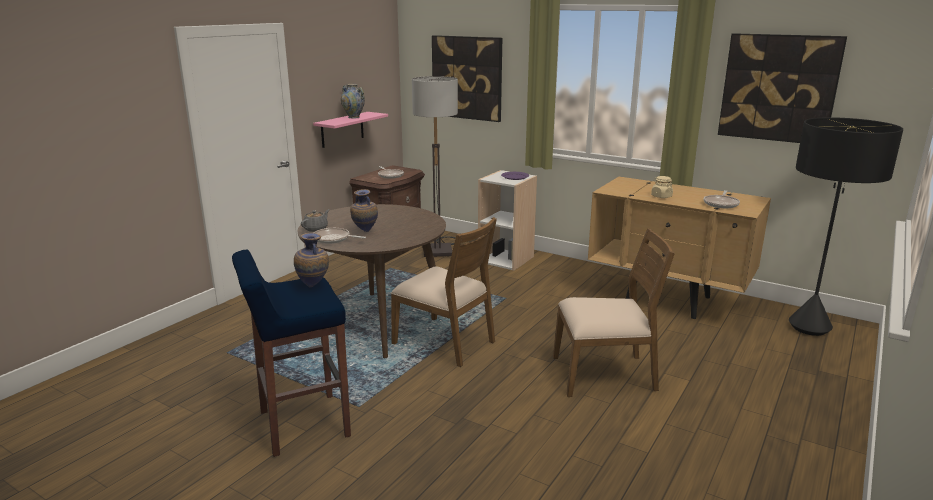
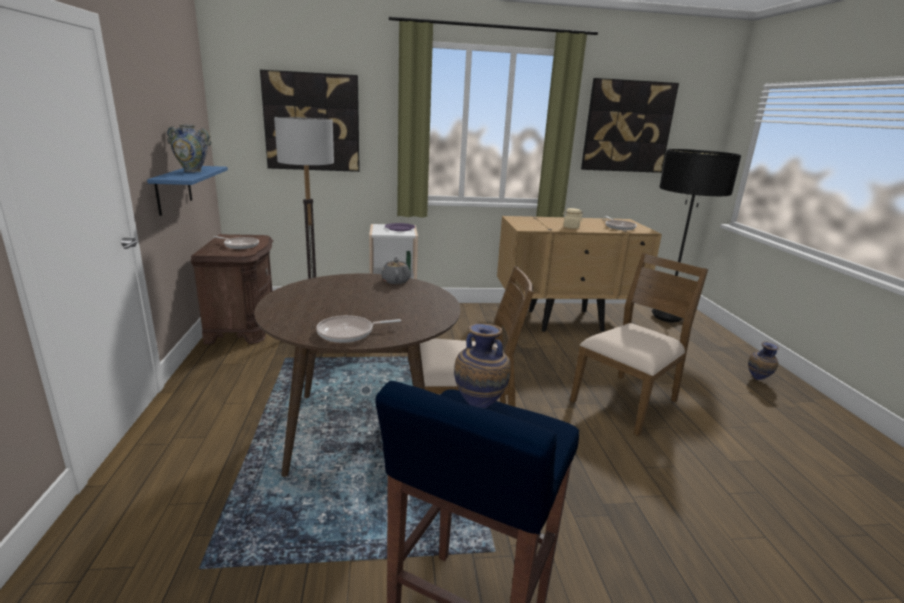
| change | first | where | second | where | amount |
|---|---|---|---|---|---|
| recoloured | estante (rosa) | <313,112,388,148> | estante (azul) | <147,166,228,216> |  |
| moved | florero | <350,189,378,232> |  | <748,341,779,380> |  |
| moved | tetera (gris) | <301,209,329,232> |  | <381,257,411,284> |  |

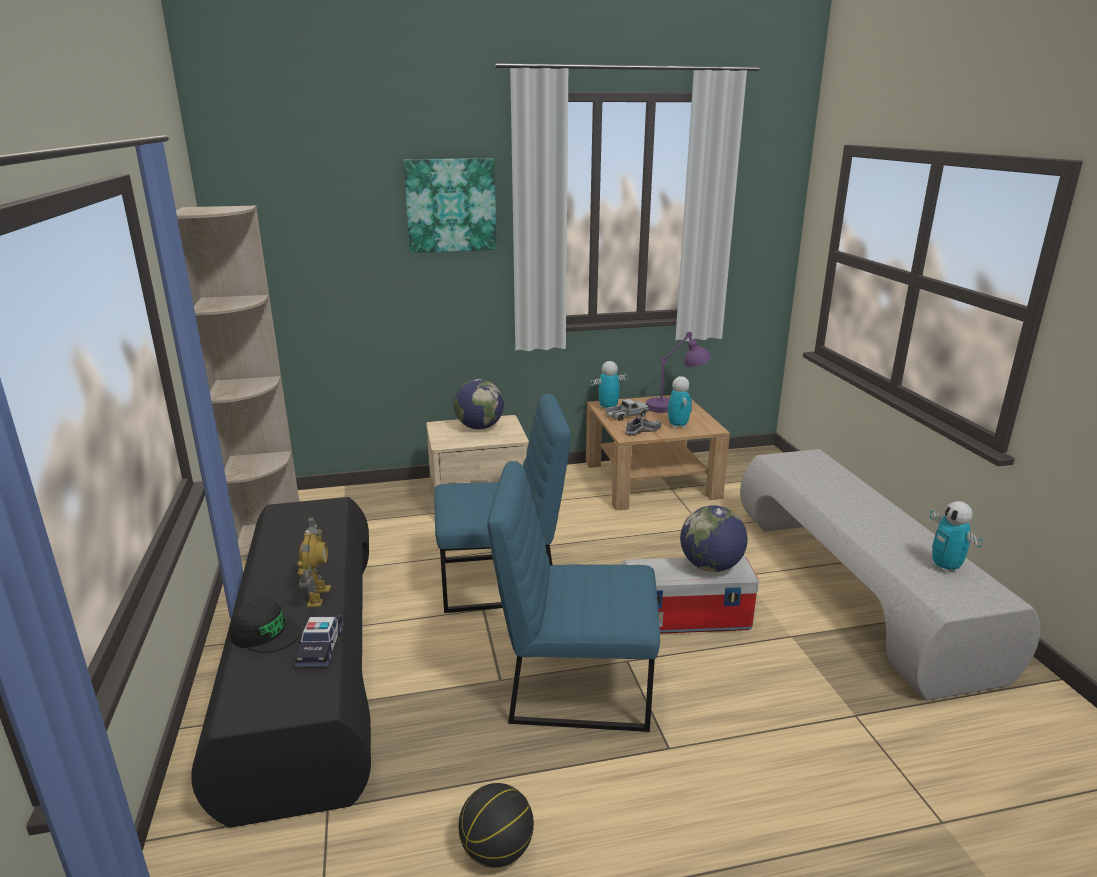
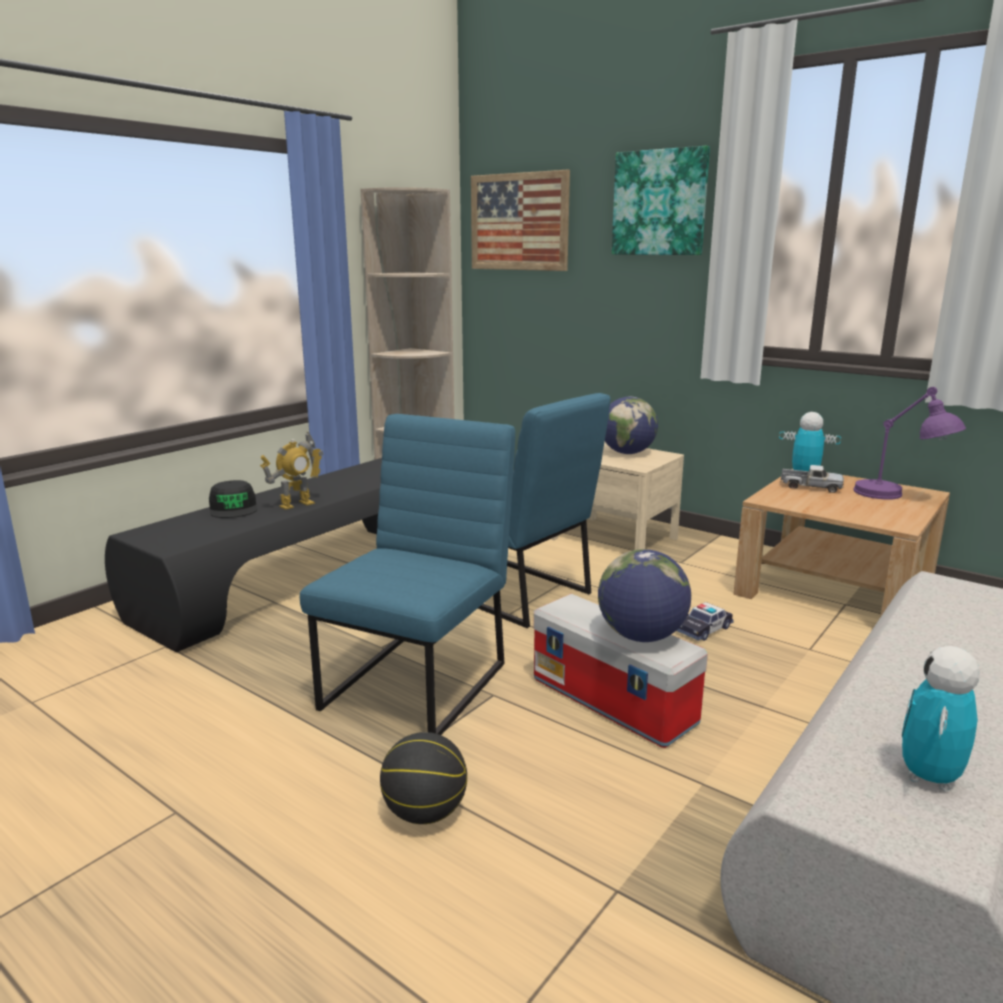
| change | first | where | second | where | amount |
|---|---|---|---|---|---|
| removed | robot de juguete | <668,376,692,429> |  |  |  |
| removed | zapato | <625,413,661,436> |  |  |  |
| turned | silla (azul) | <487,461,660,732> |  | <300,414,515,735> | 60 degrees clockwise |
| moved | coche de juguete | <295,616,344,666> |  | <676,602,734,641> |  |
| moved | balón de baloncesto | <458,783,534,868> |  | <380,732,467,824> |  |
| added |  |  | cuadro | <471,170,570,271> |  |

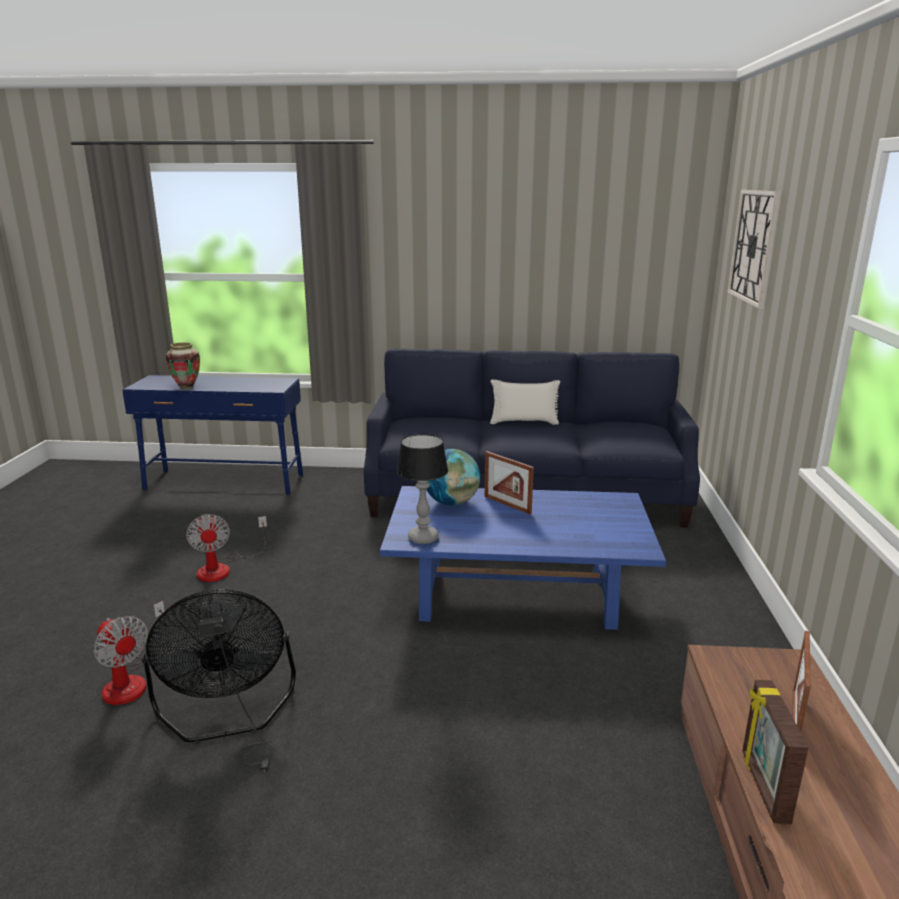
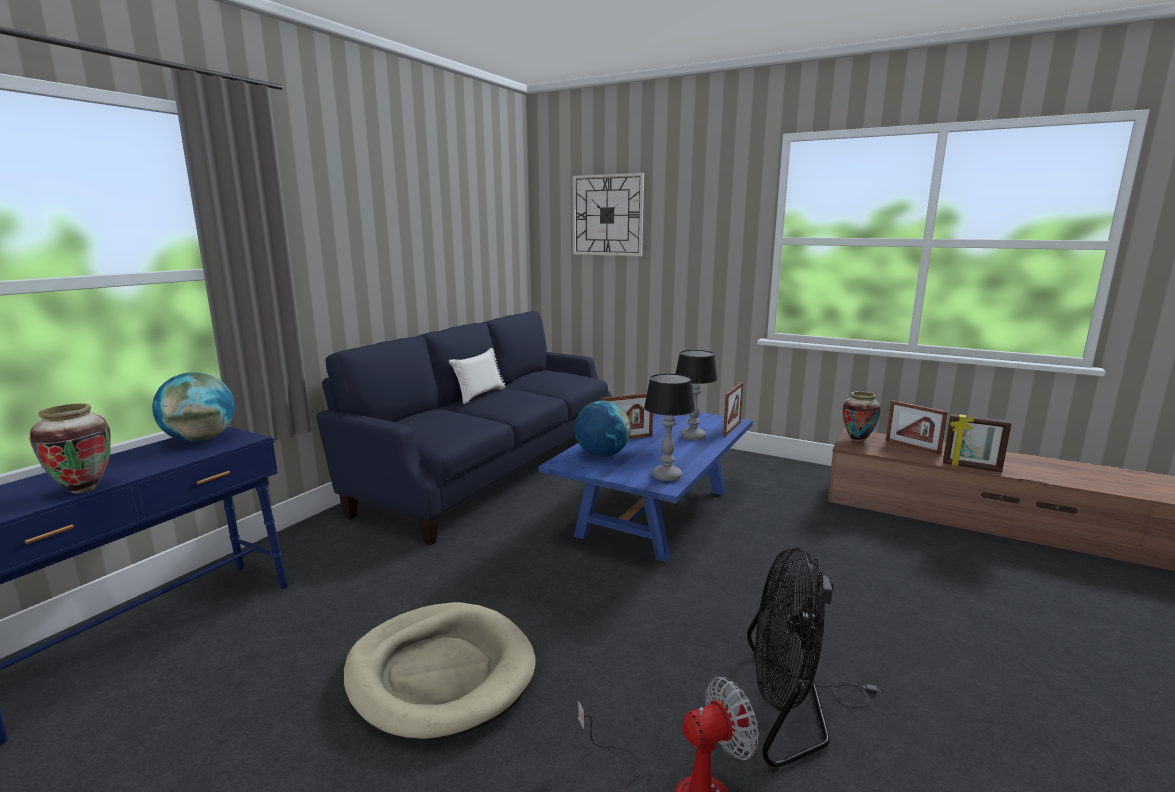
| change | first | where | second | where | amount |
|---|---|---|---|---|---|
| replaced | ventilador | <186,514,267,582> | cama para perro (beis) | <344,602,535,741> |  |
| added |  |  | lámpara de mesa | <675,350,717,440> |  |
| added |  |  | globo terráqueo | <152,372,235,442> |  |
| added |  |  | portarretratos | <723,382,743,437> |  |
| added |  |  | florero | <843,391,881,442> |  |

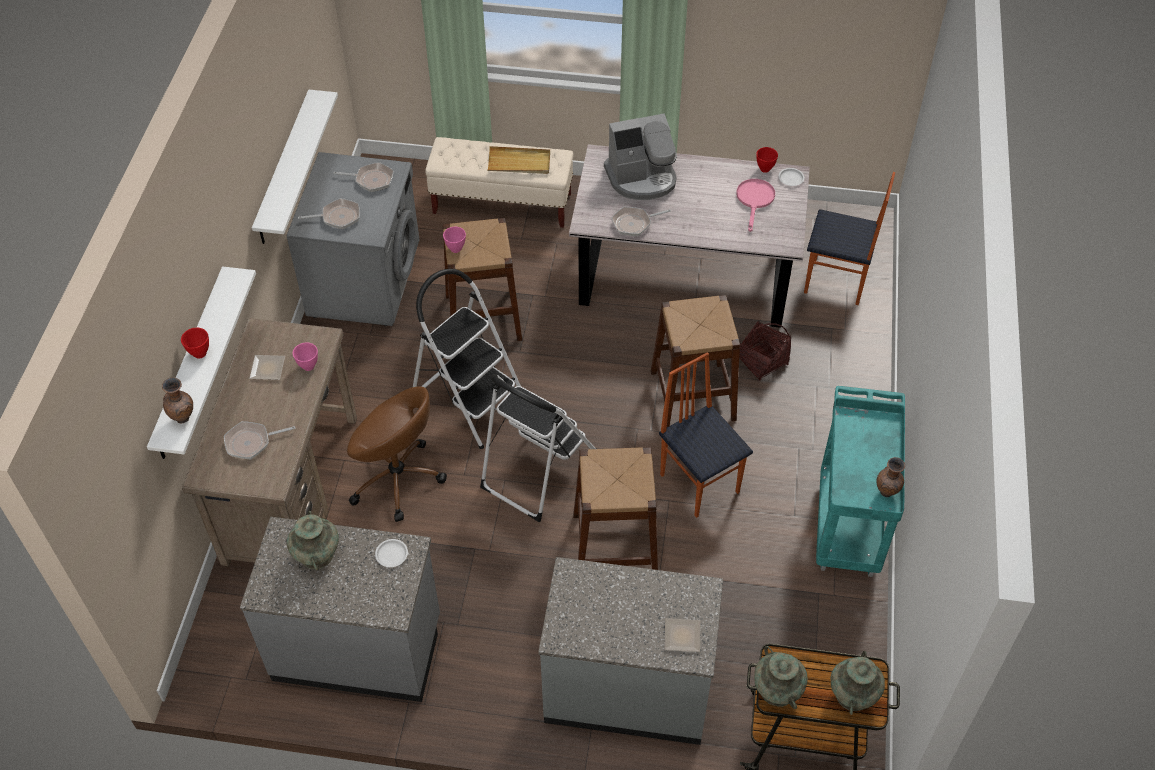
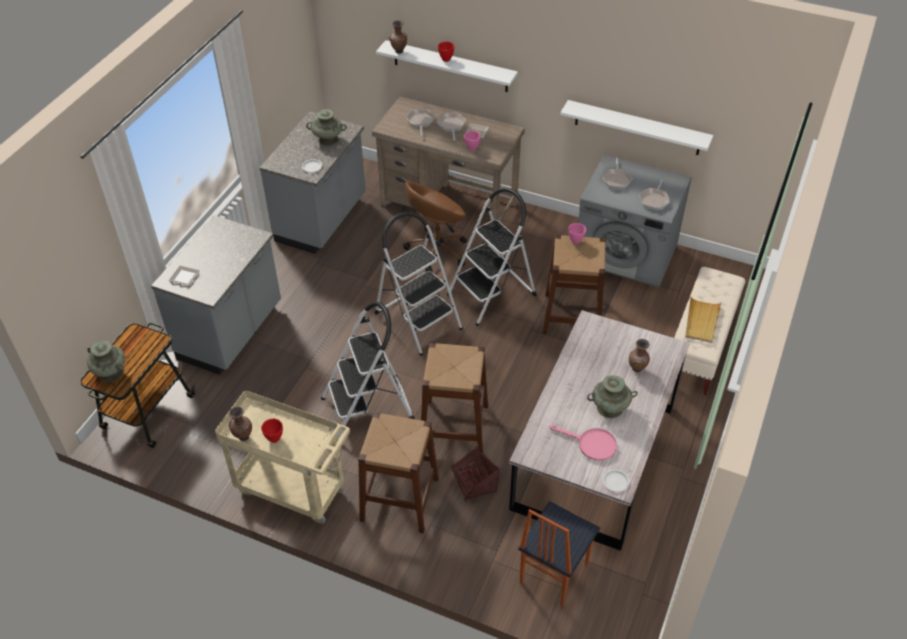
| change | first | where | second | where | amount |
|---|---|---|---|---|---|
| replaced | cafetera | <604,114,677,200> | florero (marrón) | <629,339,650,373> |  |
| moved | cuenco (rojo) | <756,147,778,173> |  | <261,419,283,443> |  |
| moved | sartén | <611,207,671,236> |  | <437,113,466,141> |  |
| replaced | silla | <659,352,753,518> | escalera de tijera | <321,302,415,440> |  |
| recoloured | carrito (turquesa) | <816,386,905,577> | carrito (beis) | <215,391,350,524> |  |
| moved | taburete (marrón) | <573,447,658,570> |  | <358,413,439,534> |  |
| moved | florero (turquesa) | <754,646,808,709> |  | <587,375,638,418> |  |

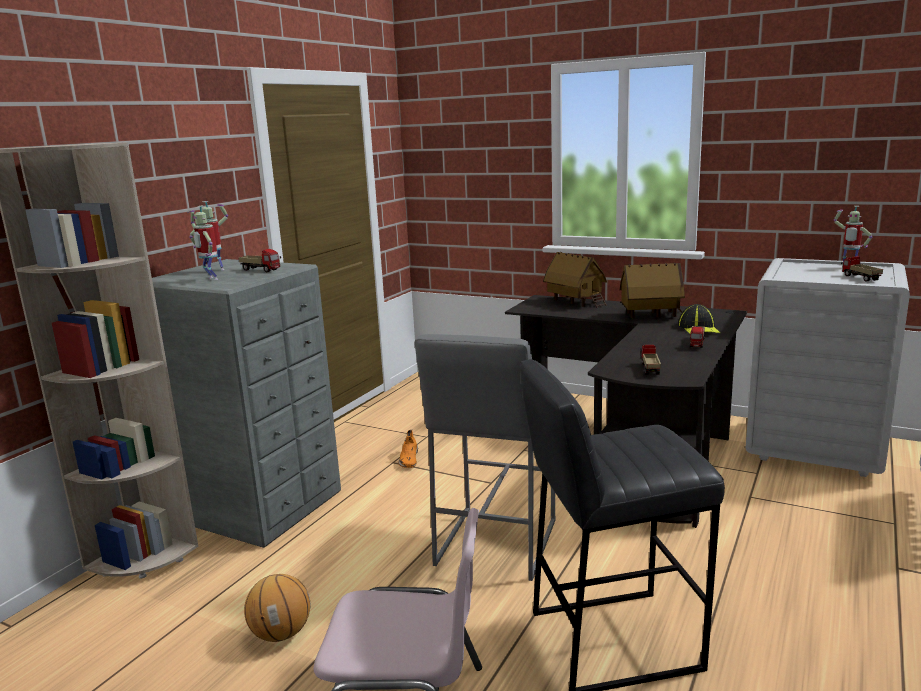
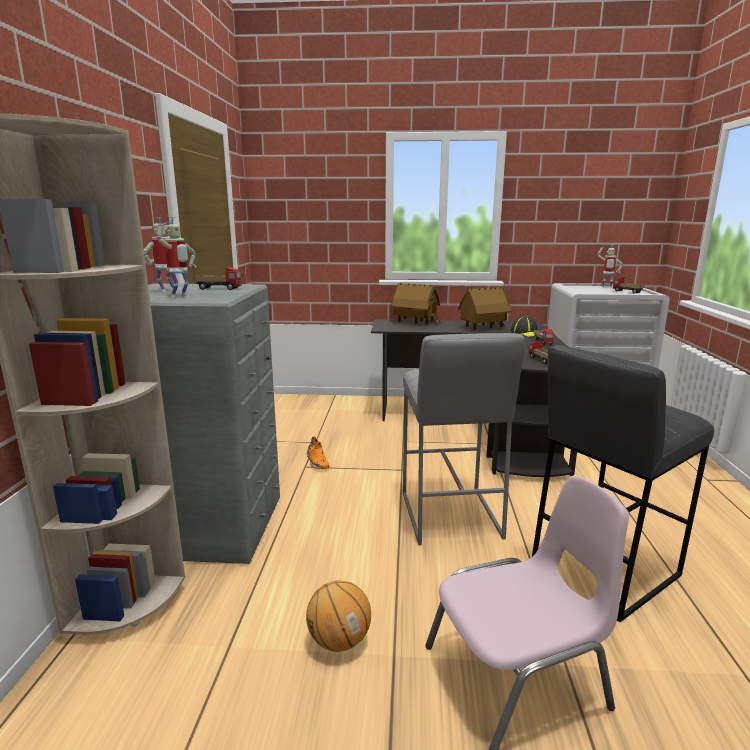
| change | first | where | second | where | amount |
|---|---|---|---|---|---|
| turned | robot de juguete | <190,206,218,280> |  | <157,217,196,297> | 90 degrees counterclockwise |

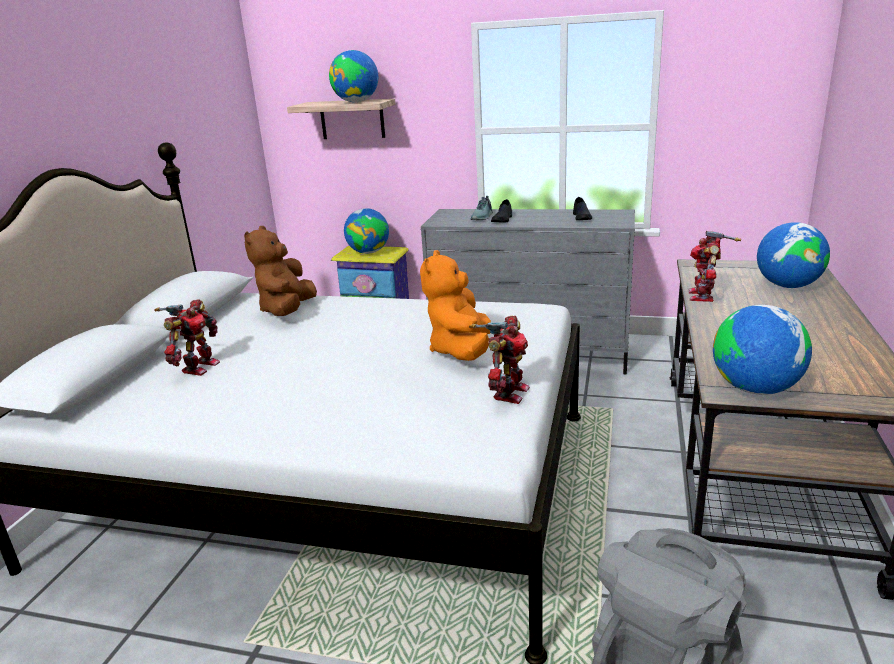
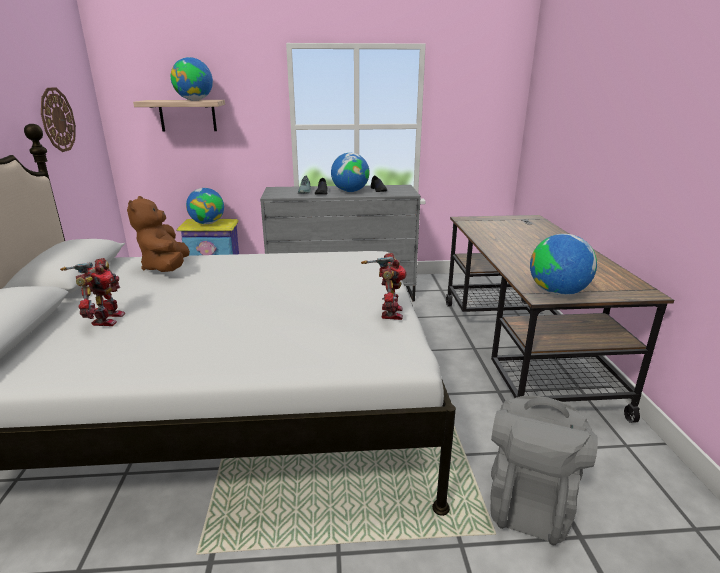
| change | first | where | second | where | amount |
|---|---|---|---|---|---|
| moved | globo terráqueo | <757,222,830,288> |  | <331,153,370,192> |  |
| removed | robot de juguete | <689,231,741,302> |  |  |  |
| removed | peluche (naranja) | <420,250,491,361> |  |  |  |
| added |  |  | reloj de pared | <41,87,76,152> |  |

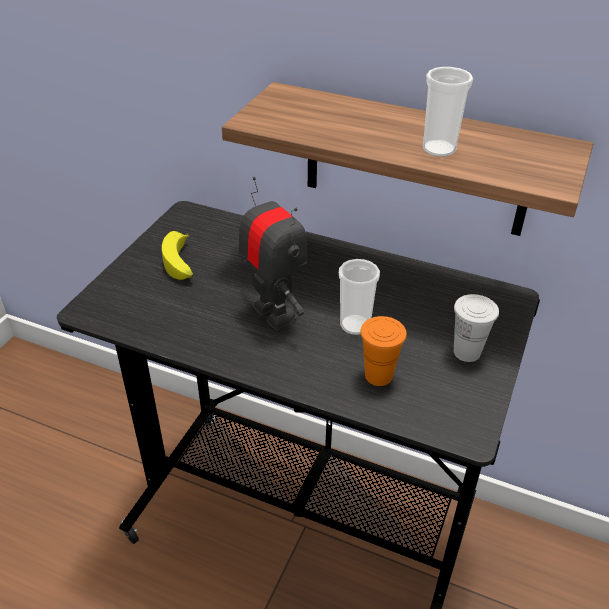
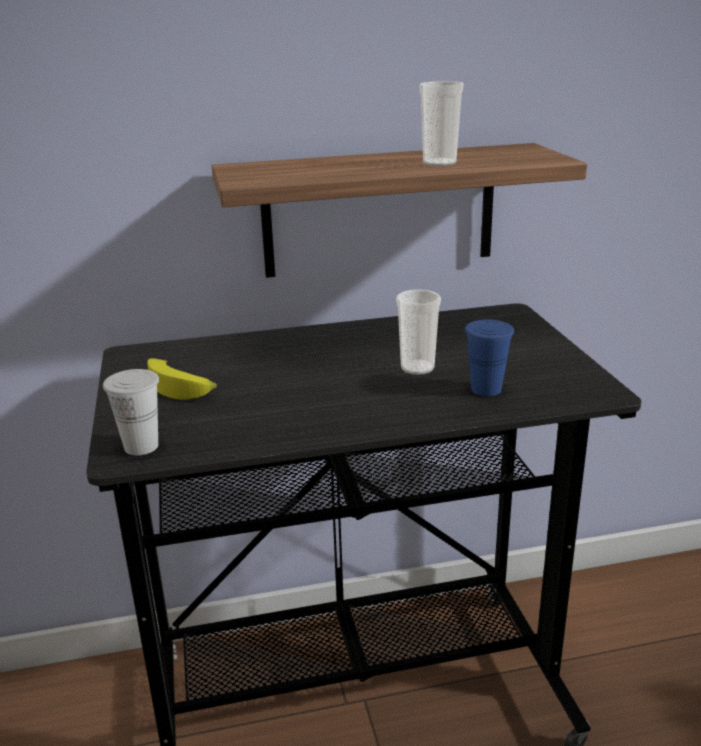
| change | first | where | second | where | amount |
|---|---|---|---|---|---|
| removed | robot de juguete | <239,177,307,330> |  |  |  |
| moved | taza (blanco) | <454,294,499,362> |  | <103,369,159,455> |  |
| recoloured | taza (naranja) | <360,316,407,386> | taza (azul) | <465,320,514,396> |  |

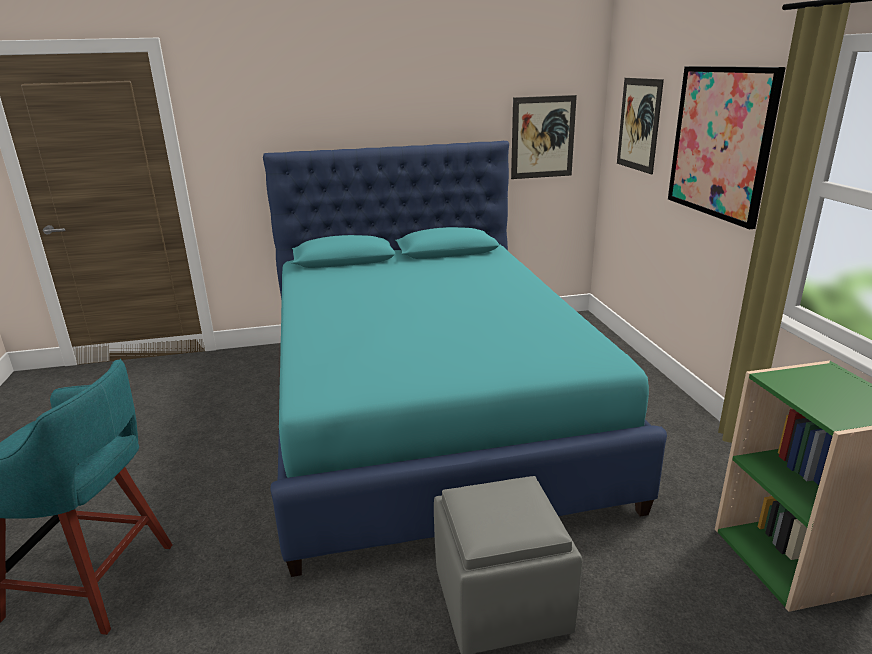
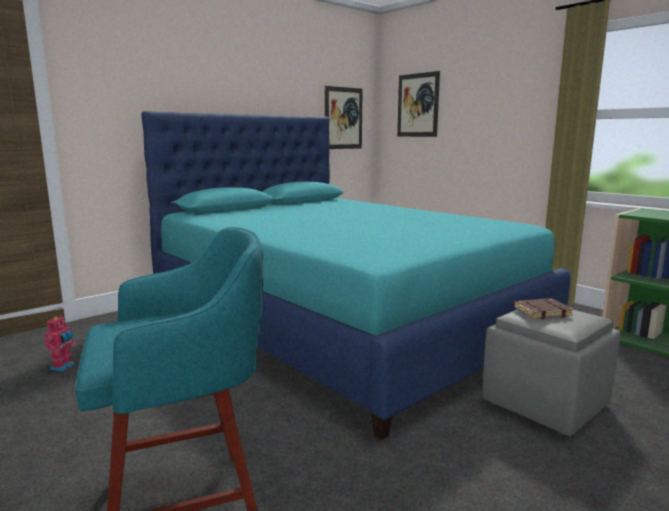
| change | first | where | second | where | amount |
|---|---|---|---|---|---|
| removed | cuadro | <668,66,786,229> |  |  |  |
| added |  |  | libro (marrón) | <514,298,574,320> |  |
| added |  |  | robot de juguete | <45,315,76,371> |  |

